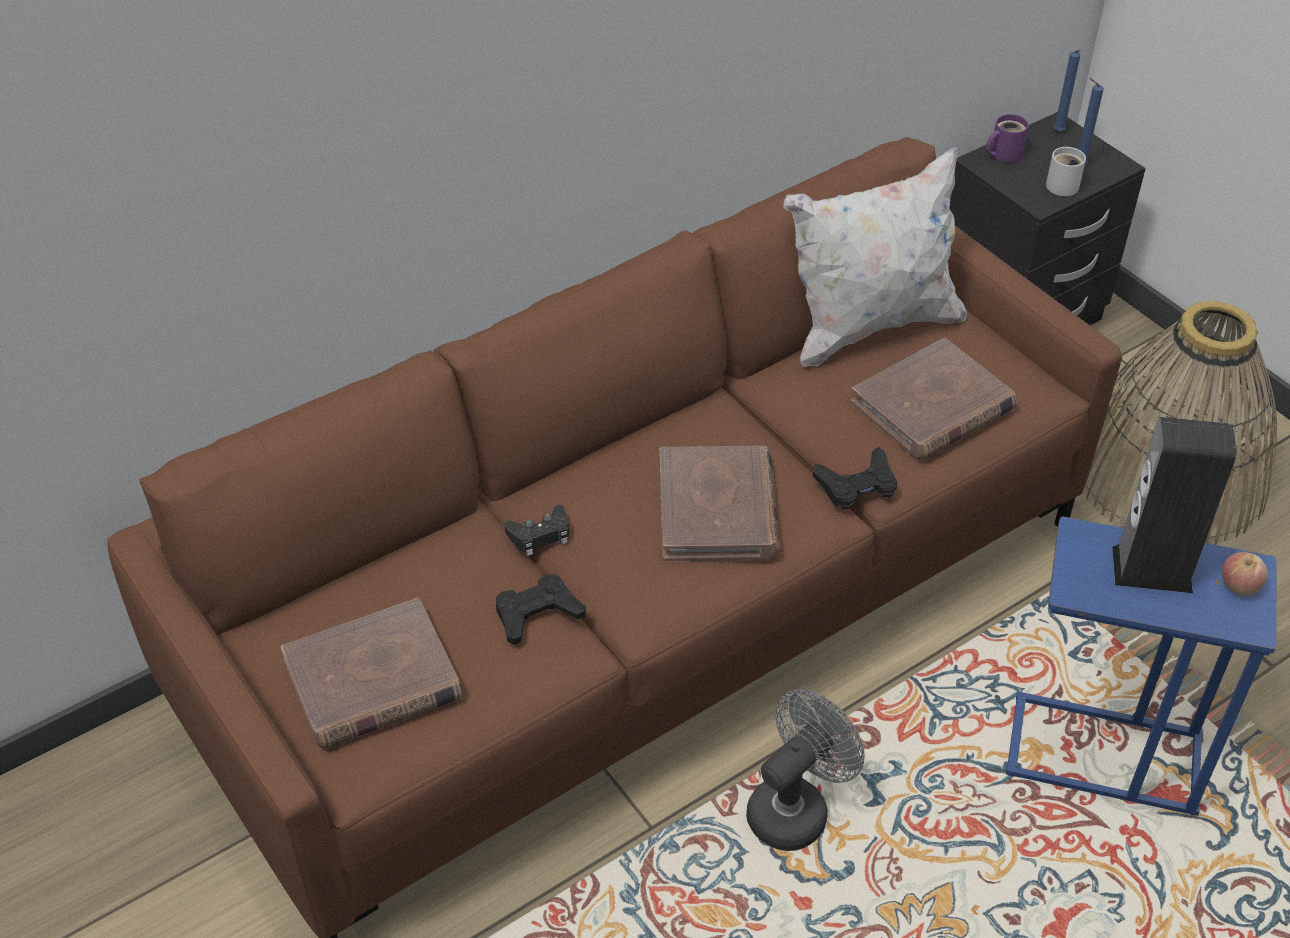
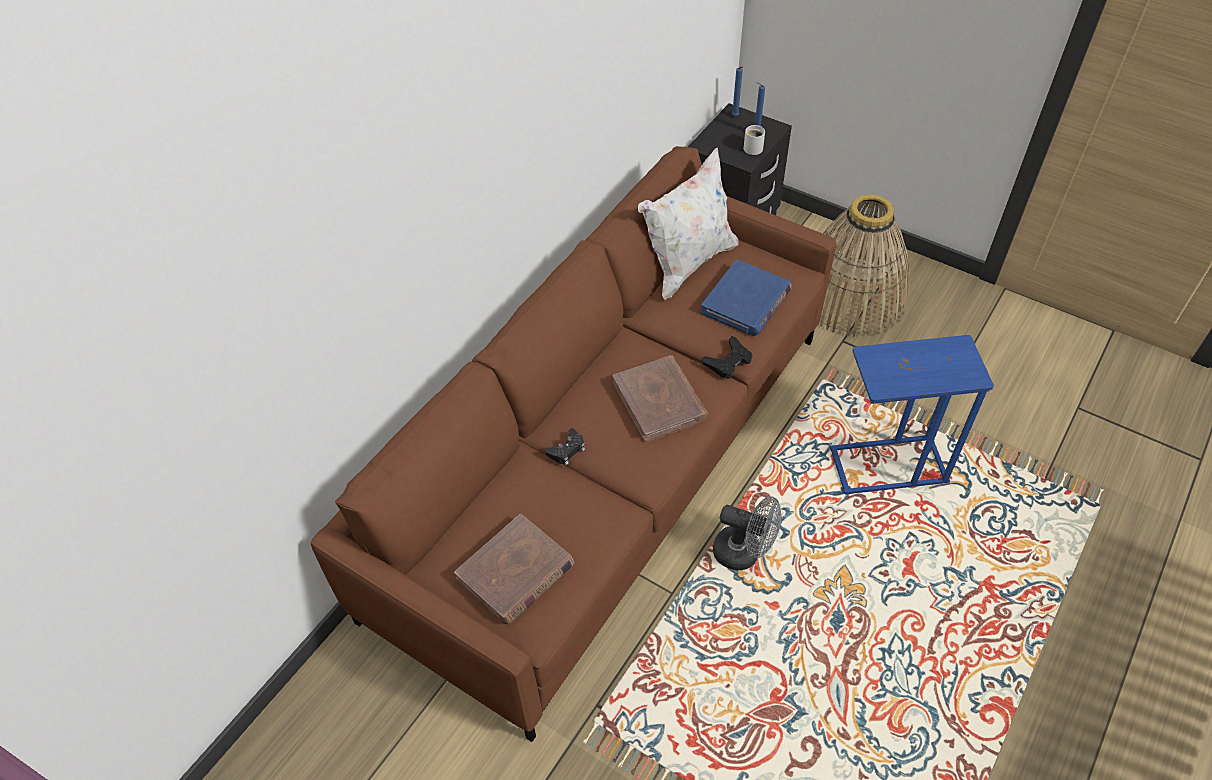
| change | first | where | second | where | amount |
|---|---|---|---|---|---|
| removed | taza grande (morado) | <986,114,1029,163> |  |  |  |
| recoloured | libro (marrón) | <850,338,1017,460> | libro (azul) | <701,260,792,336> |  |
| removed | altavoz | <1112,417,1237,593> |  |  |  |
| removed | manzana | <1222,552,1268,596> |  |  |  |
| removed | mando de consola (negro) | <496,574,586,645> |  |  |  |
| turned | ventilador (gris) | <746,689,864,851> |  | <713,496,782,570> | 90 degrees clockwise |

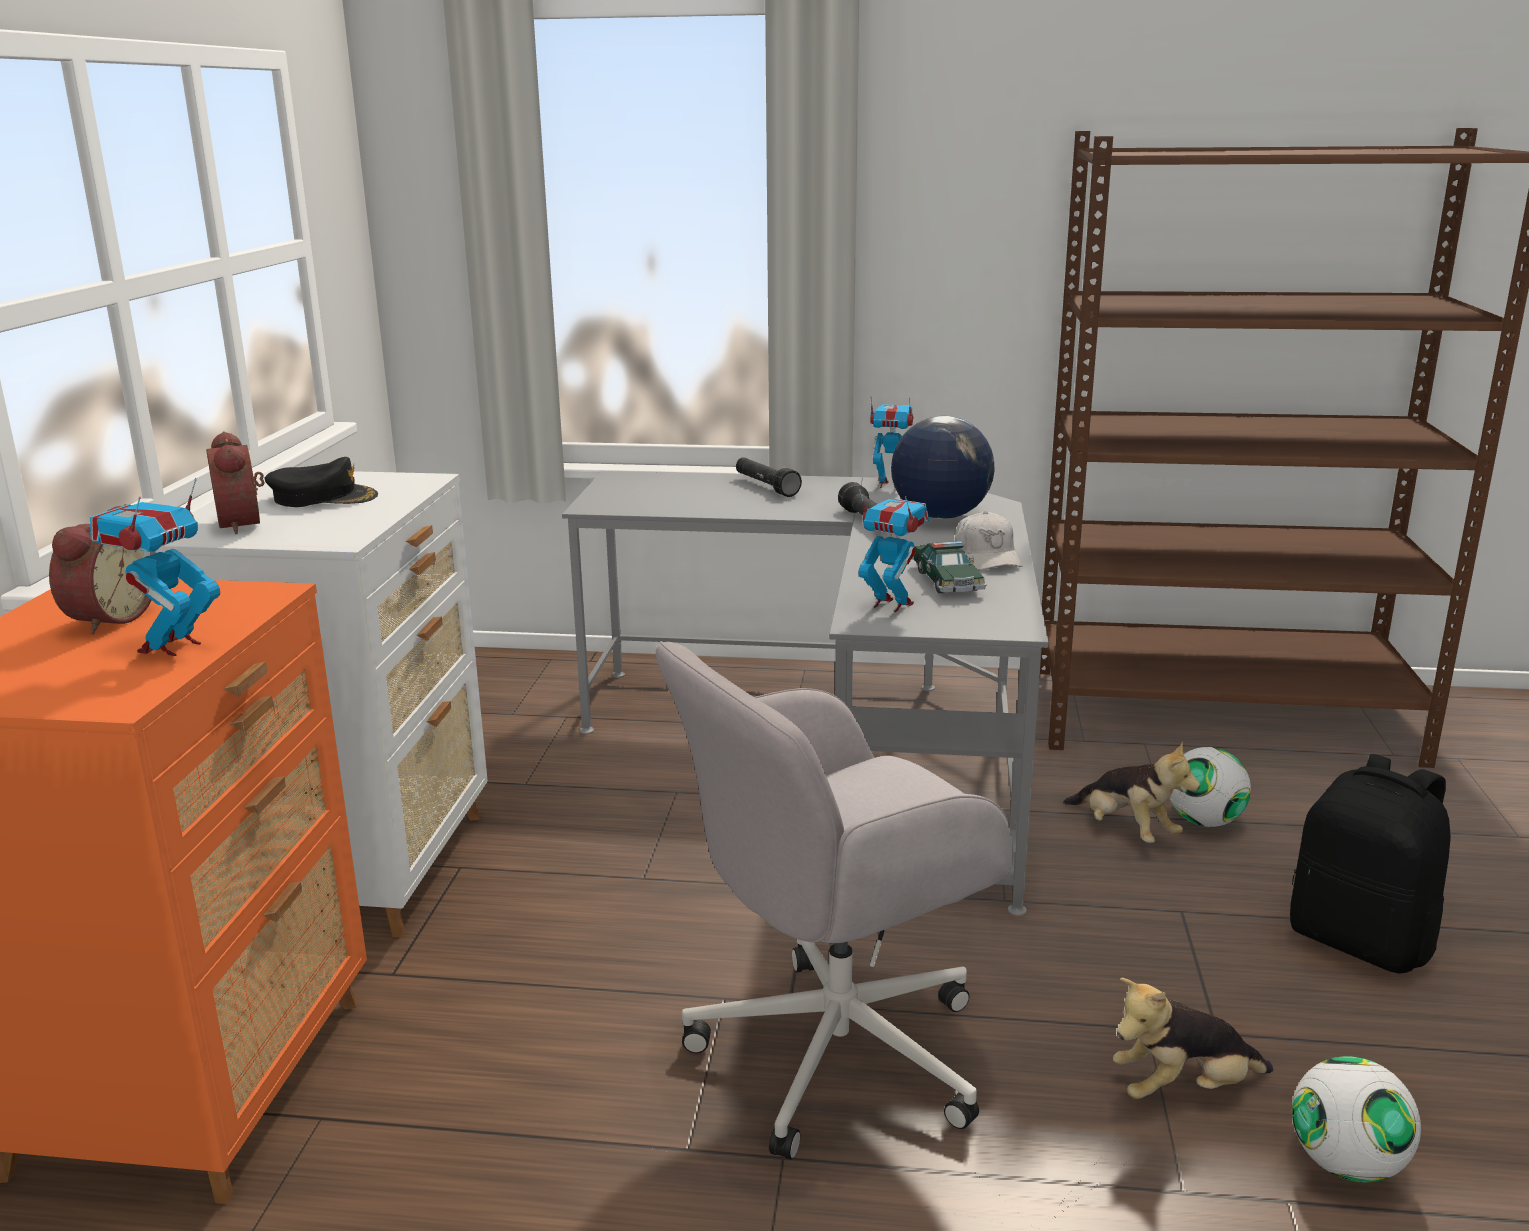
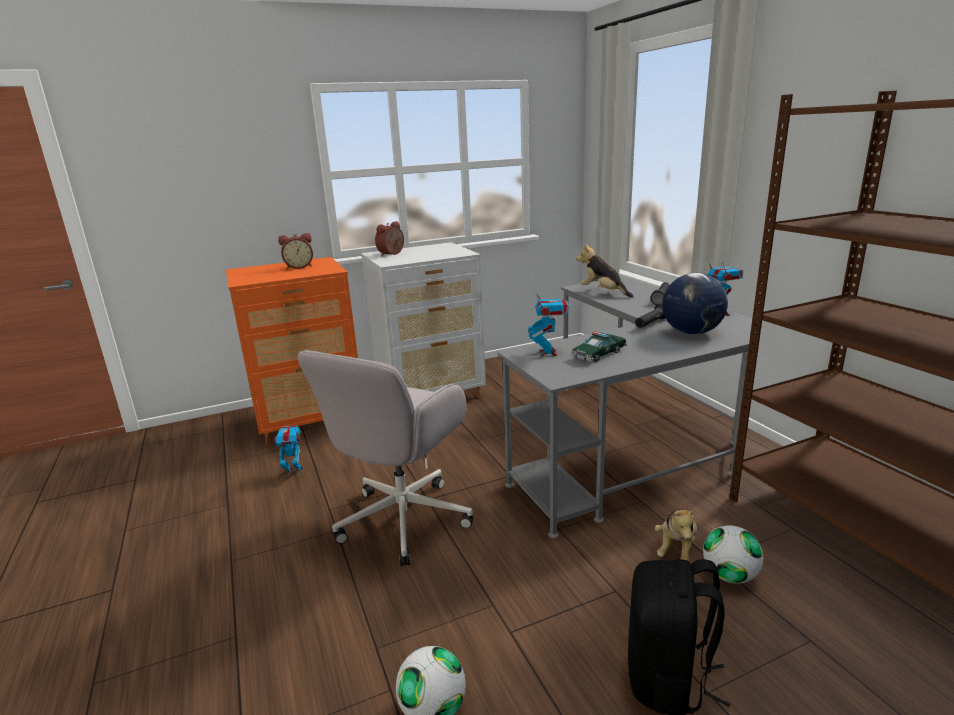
| change | first | where | second | where | amount |
|---|---|---|---|---|---|
| removed | gorra (negro) | <265,457,378,507> |  |  |  |
| moved | robot de juguete | <90,478,220,656> |  | <272,425,303,476> |  |
| removed | gorra (blanco) | <955,511,1023,570> |  |  |  |
| turned | silla de oficina (gris) | <656,641,1013,1160> |  | <298,350,473,566> | 90 degrees counterclockwise |
| moved | peluche | <1113,978,1273,1099> |  | <576,244,634,298> |  |

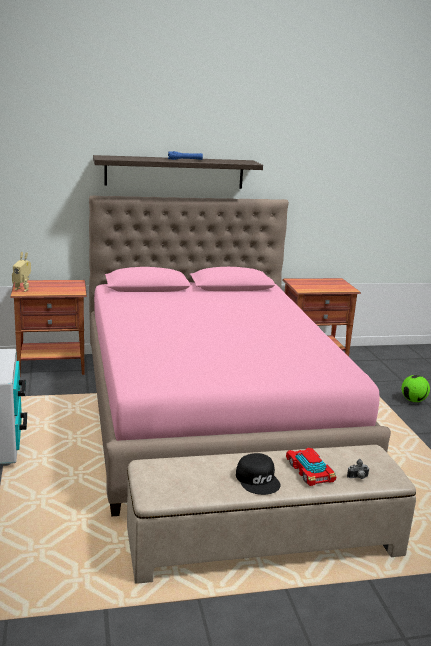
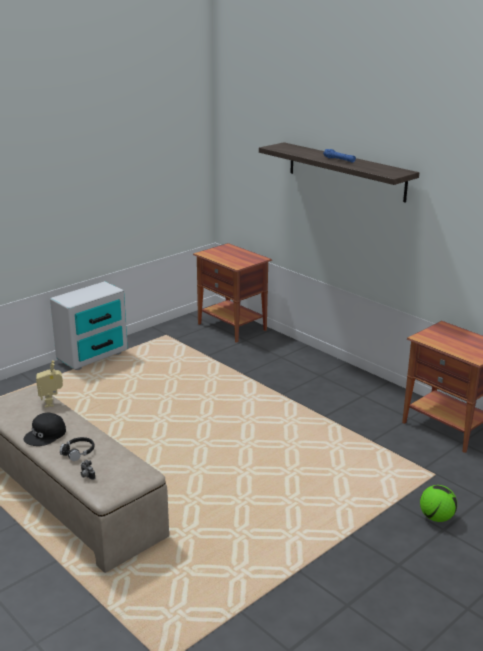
| change | first | where | second | where | amount |
|---|---|---|---|---|---|
| removed | cama (rosa) | <89,195,391,517> |  |  |  |
| moved | robot de juguete | <12,252,31,292> |  | <36,360,63,407> |  |
| replaced | coche de juguete | <286,447,336,486> | auriculares (negro) | <60,437,95,461> |  |

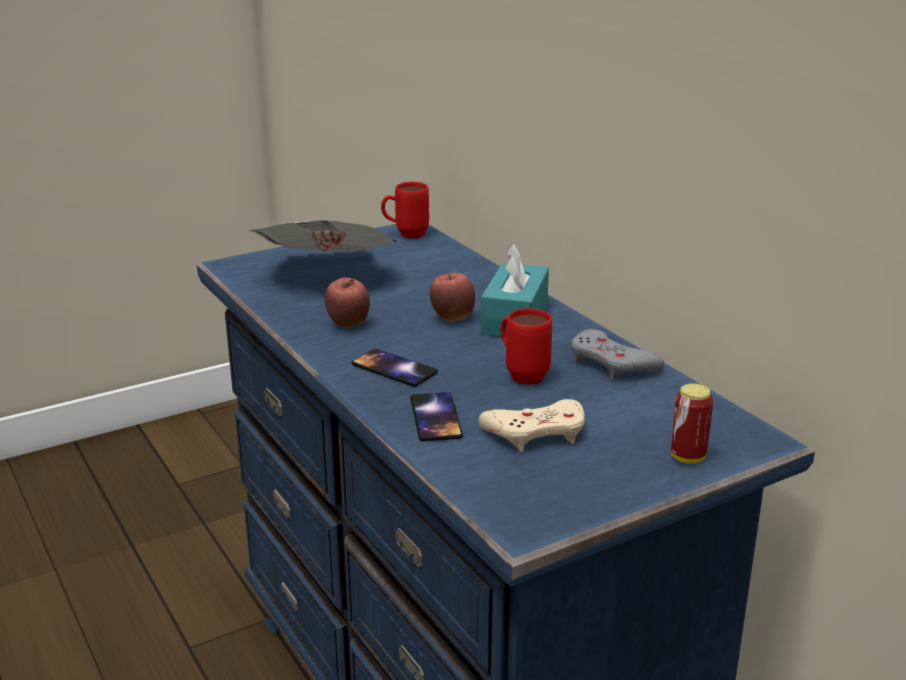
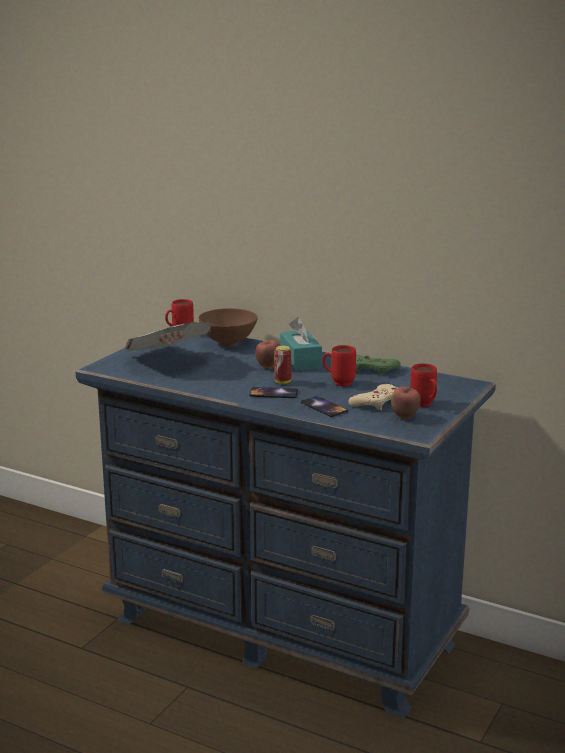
| change | first | where | second | where | amount |
|---|---|---|---|---|---|
| moved | manzana | <325,278,370,328> |  | <391,386,421,419> |  |
| recoloured | mando de consola (gris) | <571,329,664,380> | mando de consola (verde) | <356,355,401,376> |  |
| moved | lata | <671,383,713,464> |  | <274,346,292,384> |  |
| added |  |  | cuenco (marrón) | <198,308,258,346> |  |
| added |  |  | taza grande (rojo) | <410,363,437,407> |  |

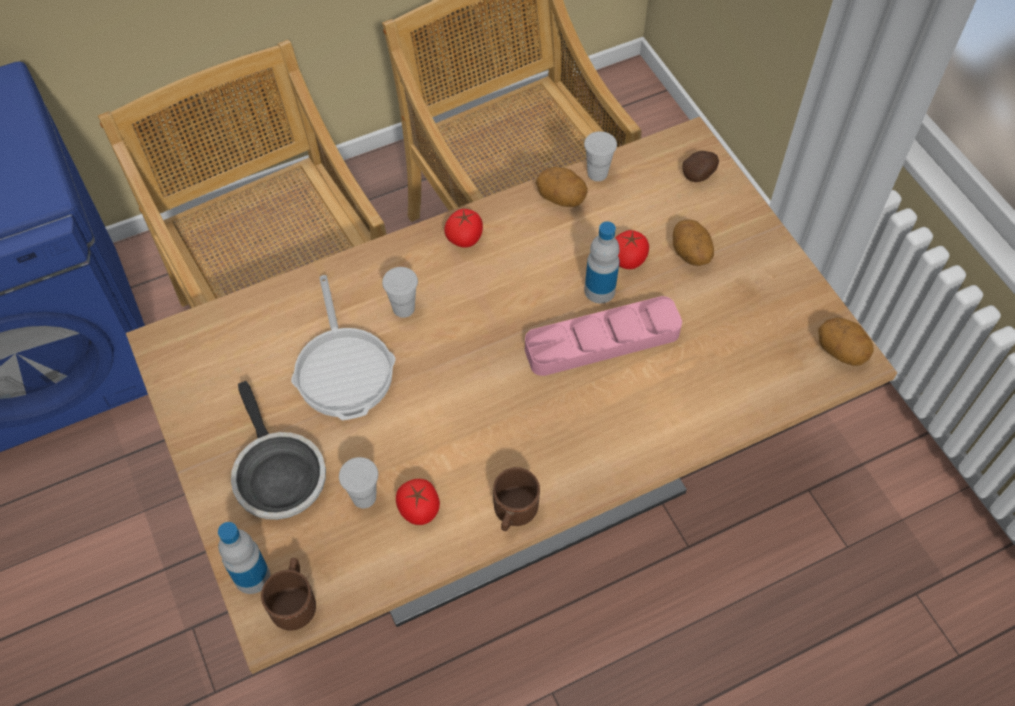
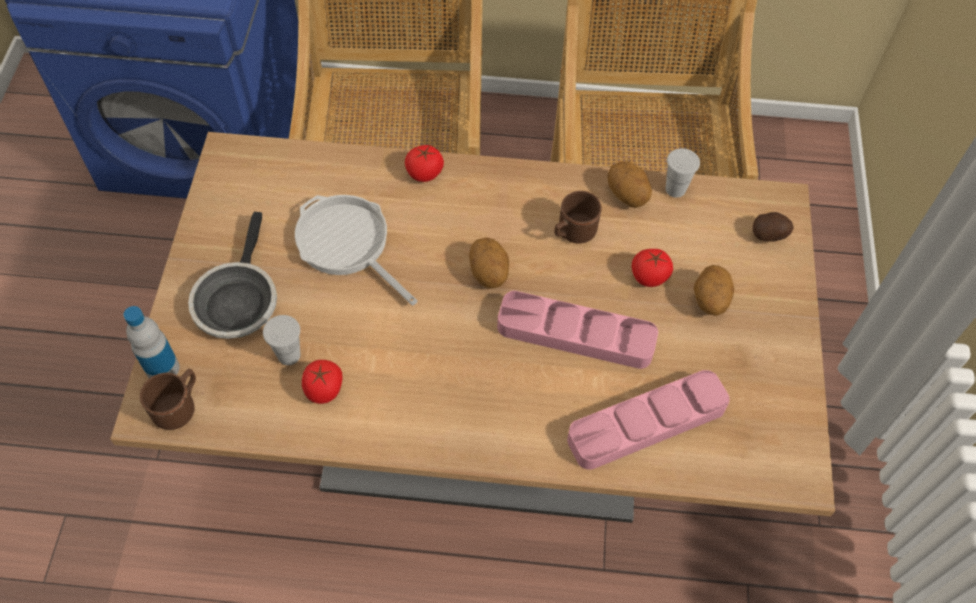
| change | first | where | second | where | amount |
|---|---|---|---|---|---|
| moved | tomate | <444,209,483,248> |  | <405,145,444,182> |  |
| removed | botella | <584,221,620,304> |  |  |  |
| removed | taza (blanco) | <382,267,418,318> |  |  |  |
| turned | sartén | <291,275,395,420> |  | <295,195,418,306> | 120 degrees clockwise |
| moved | patata | <818,318,874,366> |  | <469,238,509,288> |  |
| moved | taza grande (marrón) | <493,467,540,531> |  | <554,191,602,244> |  |
| added |  |  | bandeja (rosa) | <567,370,730,470> |  |

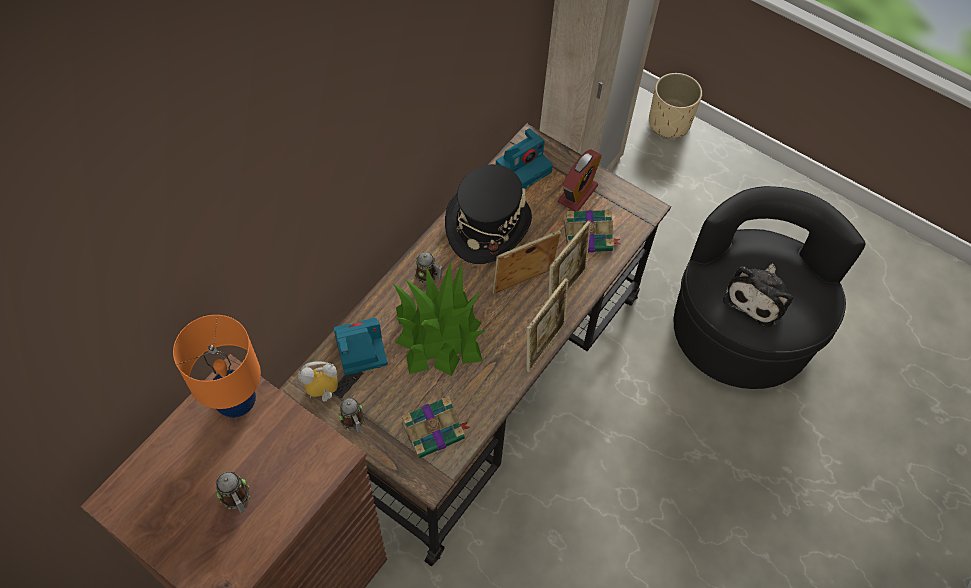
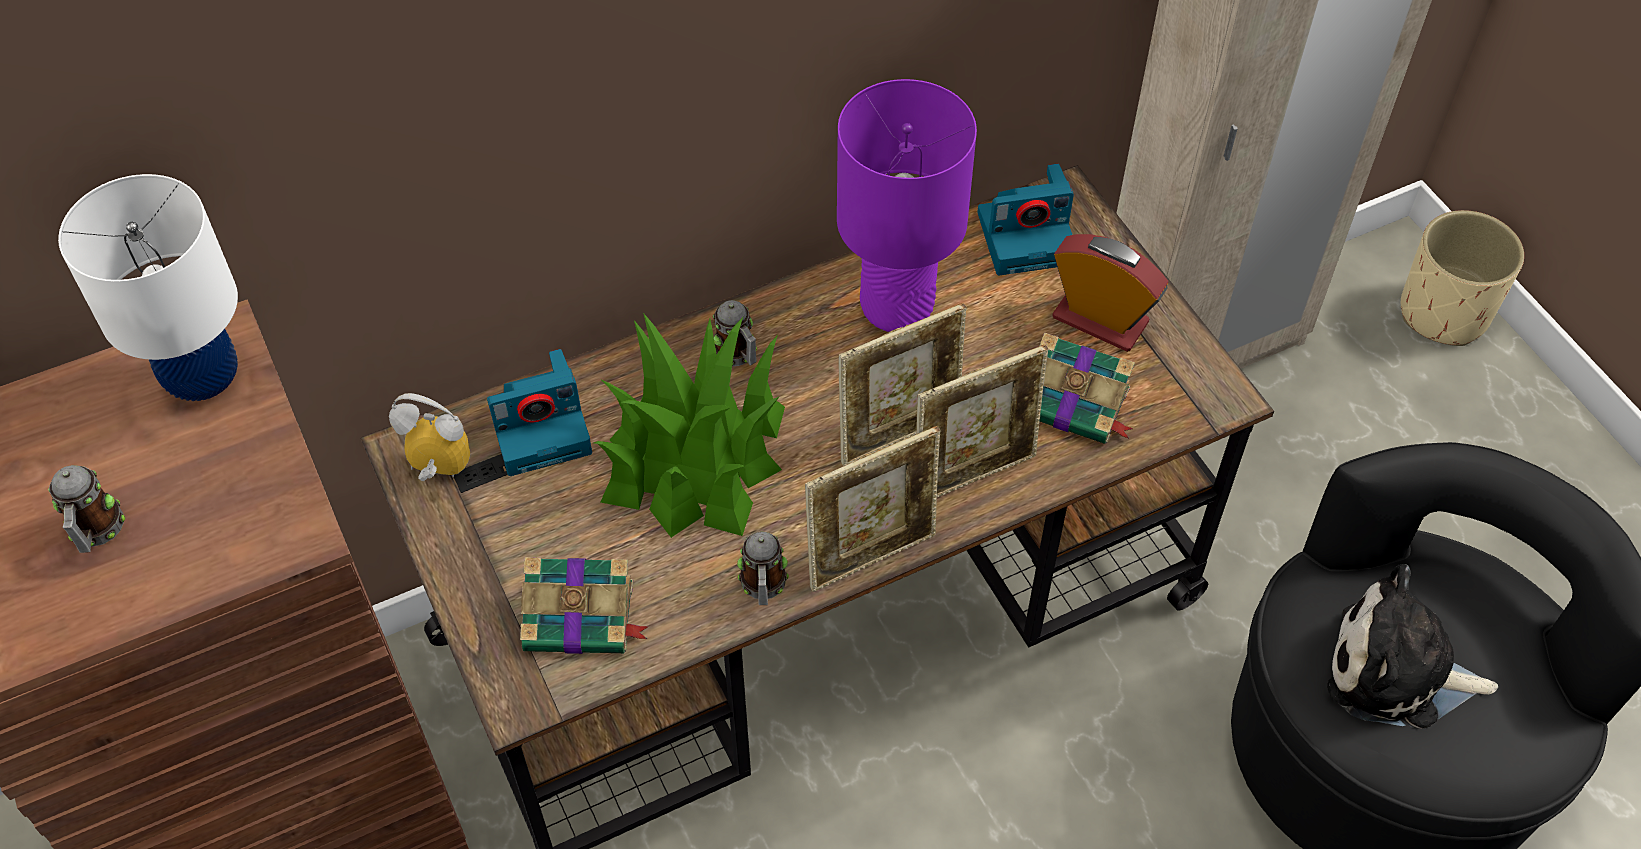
| change | first | where | second | where | amount |
|---|---|---|---|---|---|
| turned | despertador | <558,149,602,211> |  | <1052,234,1168,352> | 120 degrees counterclockwise |
| replaced | sombrero (negro) | <445,164,532,264> | lámpara de mesa (morado) | <837,79,977,332> |  |
| turned | portarretratos | <492,230,561,294> |  | <838,303,966,466> | 150 degrees clockwise |
| turned | peluche | <723,264,793,327> |  | <1327,564,1498,729> | 45 degrees clockwise |
| recoloured | lámpara de mesa (naranja) | <173,315,261,418> | lámpara de mesa (blanco) | <58,174,238,401> |  |
| turned | cámara | <334,318,388,375> |  | <487,349,592,476> | 150 degrees clockwise |
| moved | taza grande | <339,398,364,433> |  | <737,532,789,605> |  |

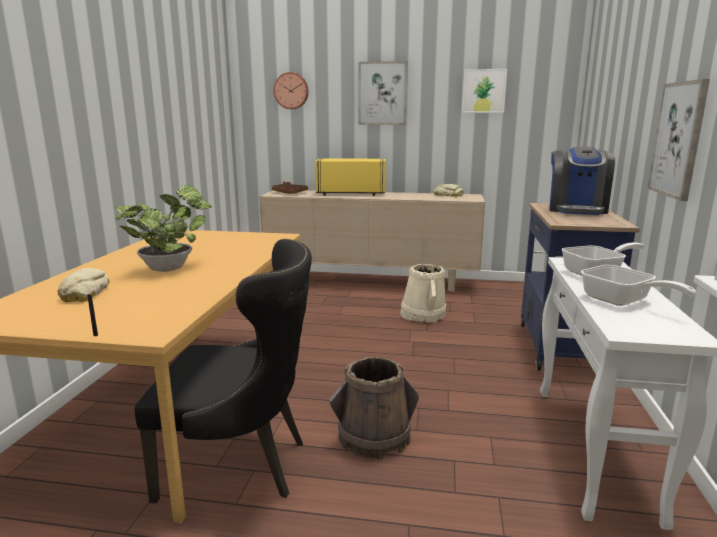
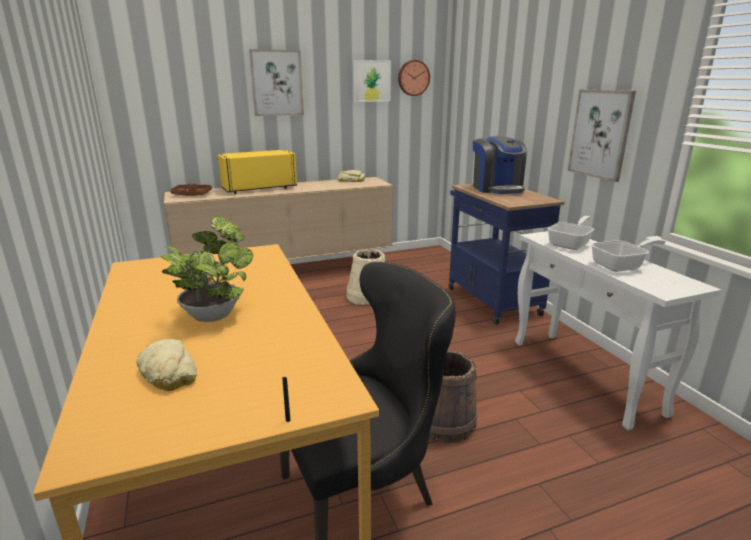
| change | first | where | second | where | amount |
|---|---|---|---|---|---|
| moved | reloj de pared | <273,72,309,109> |  | <398,60,430,96> |  |
| turned | sartén | <581,265,696,306> |  | <591,238,666,272> | 45 degrees counterclockwise |

